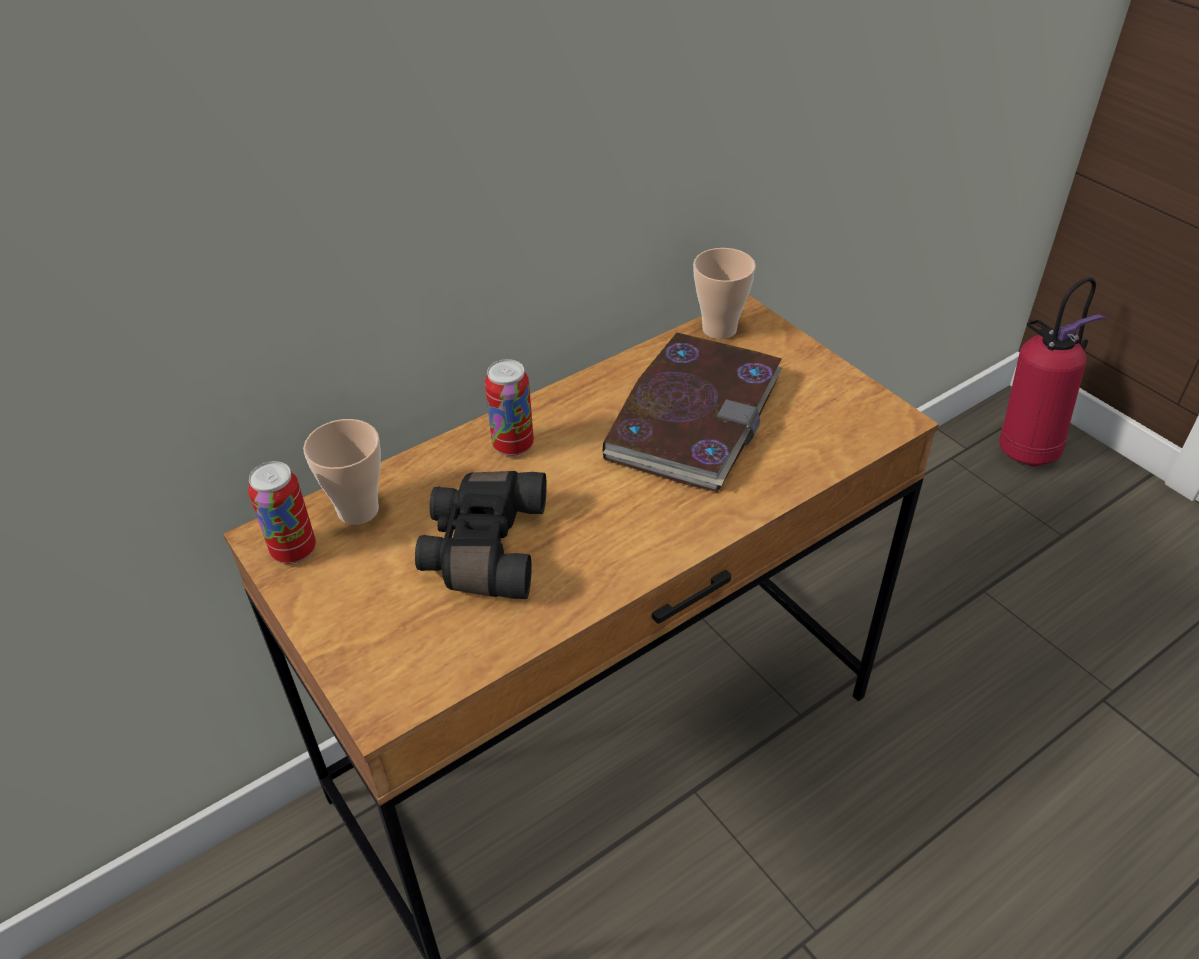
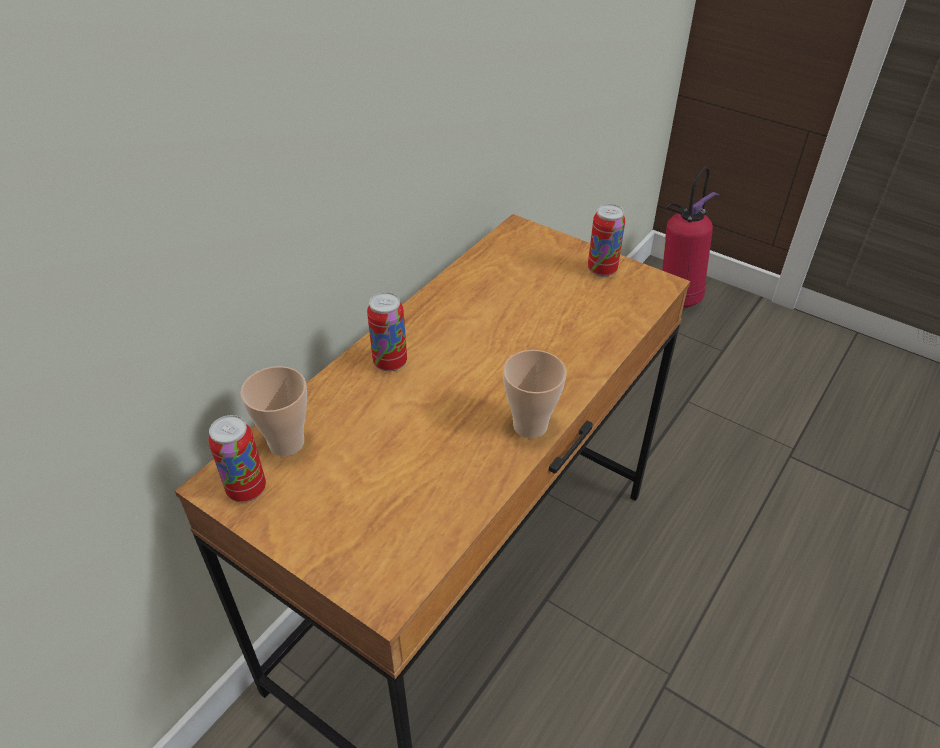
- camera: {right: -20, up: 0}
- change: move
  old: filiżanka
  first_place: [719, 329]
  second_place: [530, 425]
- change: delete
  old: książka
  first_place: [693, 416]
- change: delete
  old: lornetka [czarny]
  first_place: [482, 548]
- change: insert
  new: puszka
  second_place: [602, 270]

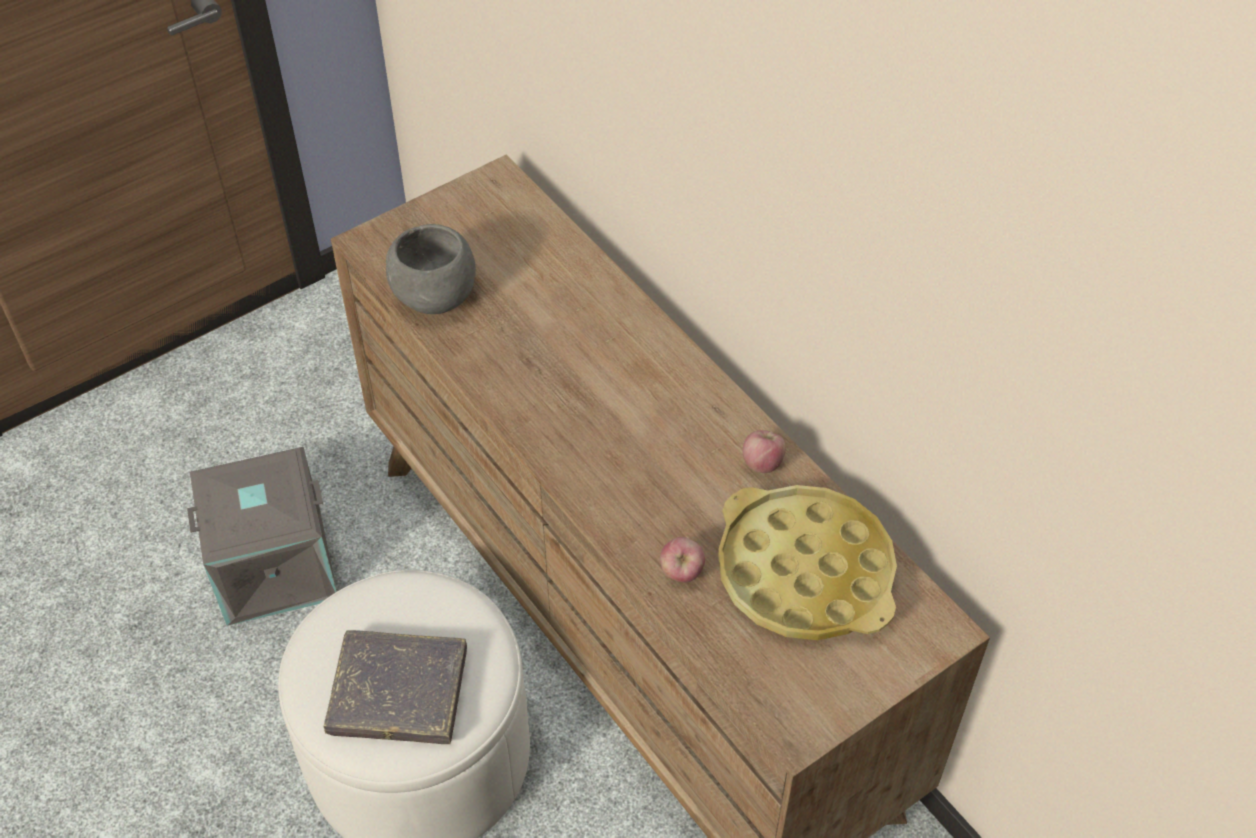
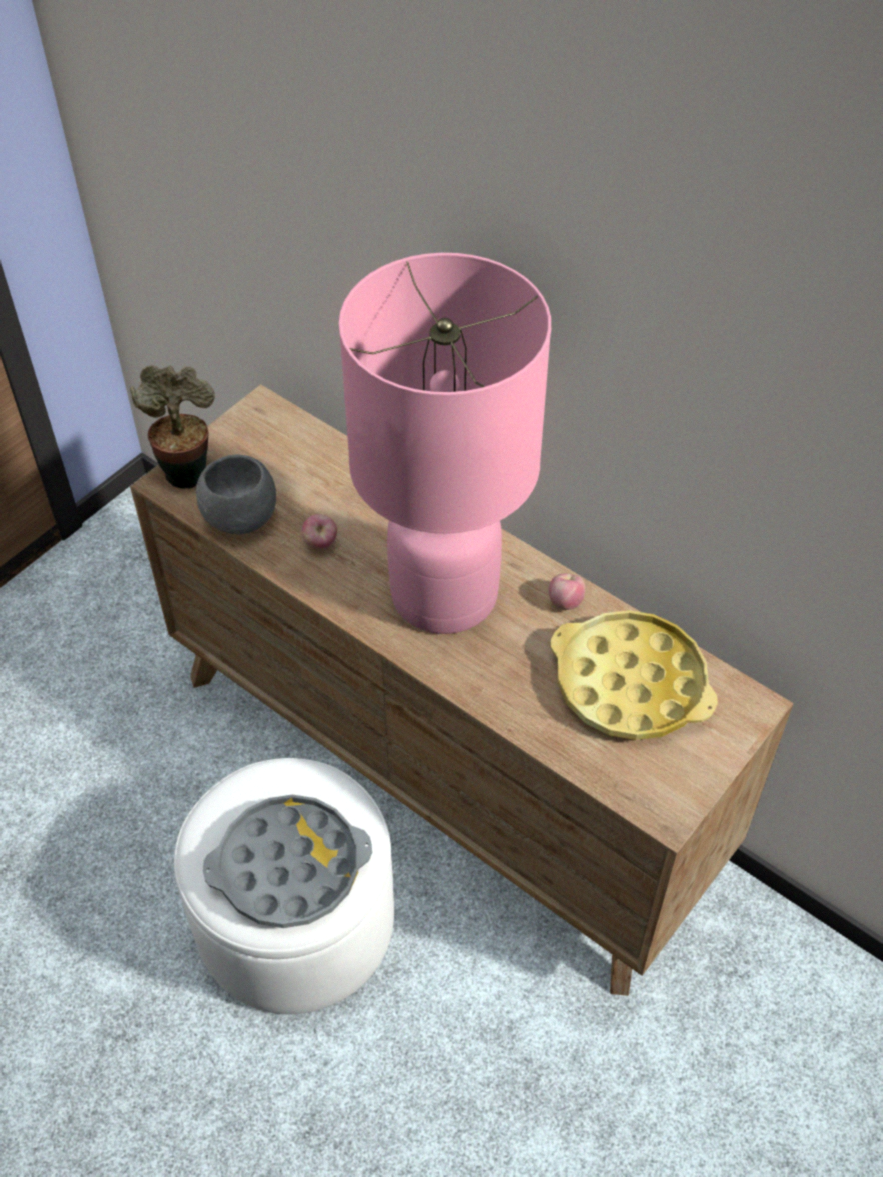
- camera: {right: -15, up: 0}
- change: delete
  old: pojemnik do przechowywania [szary]
  first_place: [275, 564]
- change: move
  old: jabłko
  first_place: [681, 572]
  second_place: [320, 543]
- change: replace
  old: książka [szary]
  new: taca [szary]
  first_place: [398, 692]
  second_place: [289, 867]
- change: insert
  new: lampa stołowa [różowy]
  second_place: [445, 593]
- change: insert
  new: roślina doniczkowa
  second_place: [185, 470]

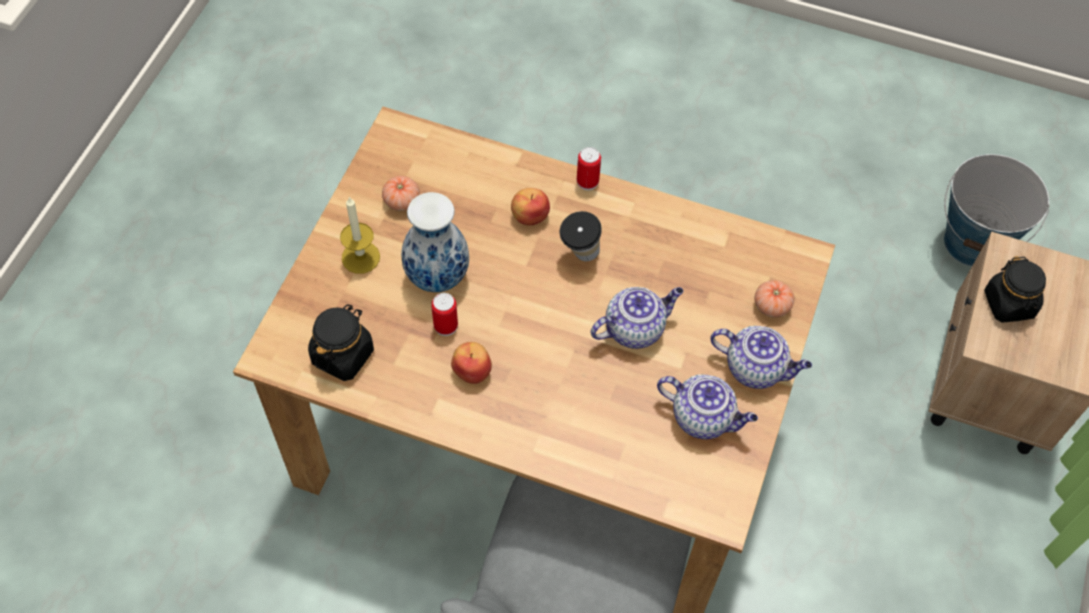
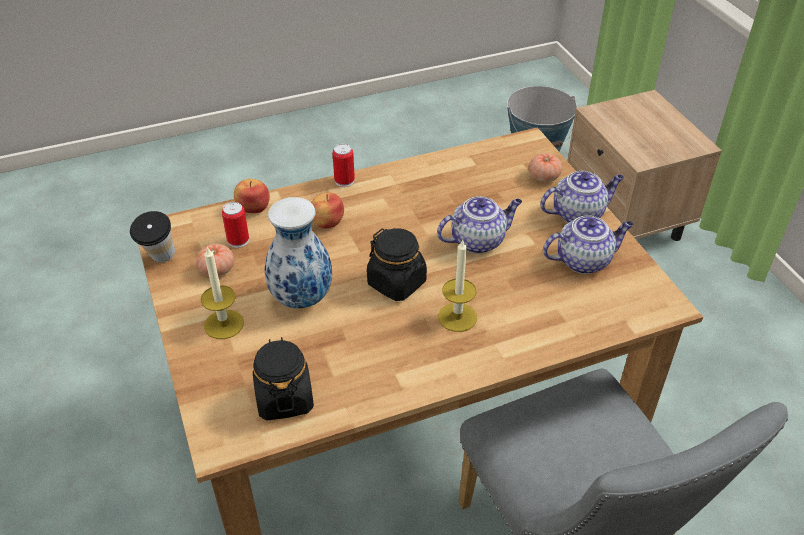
- camera: {right: -40, up: -15}
- change: move
  old: filiżanka
  first_place: [579, 256]
  second_place: [160, 260]
- change: move
  old: słoik [czarny]
  first_place: [1009, 304]
  second_place: [397, 283]
- change: rotate
  old: imbryk
  first_place: [635, 328]
  second_place: [478, 240]
  degrees: 45
- change: move
  old: puszka
  first_place: [445, 326]
  second_place: [238, 240]
- change: move
  old: jabłko
  first_place: [472, 370]
  second_place: [253, 207]
- change: insert
  new: świeca
  second_place: [457, 317]

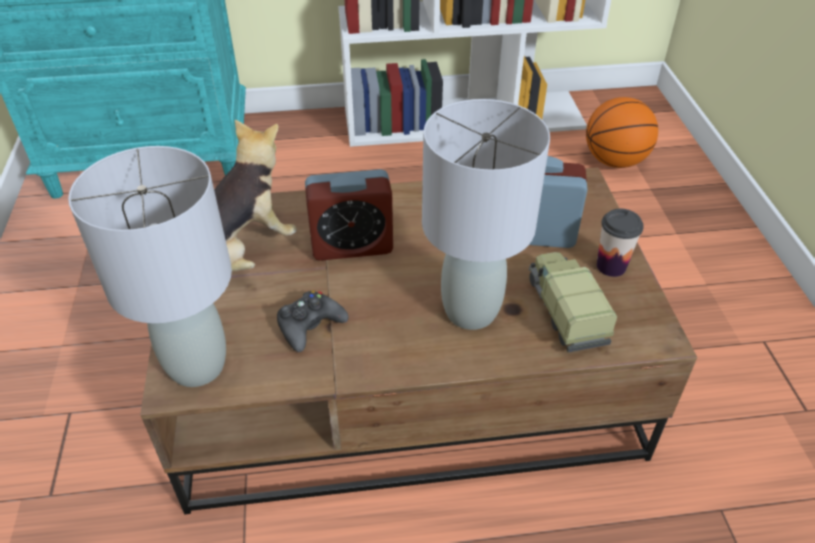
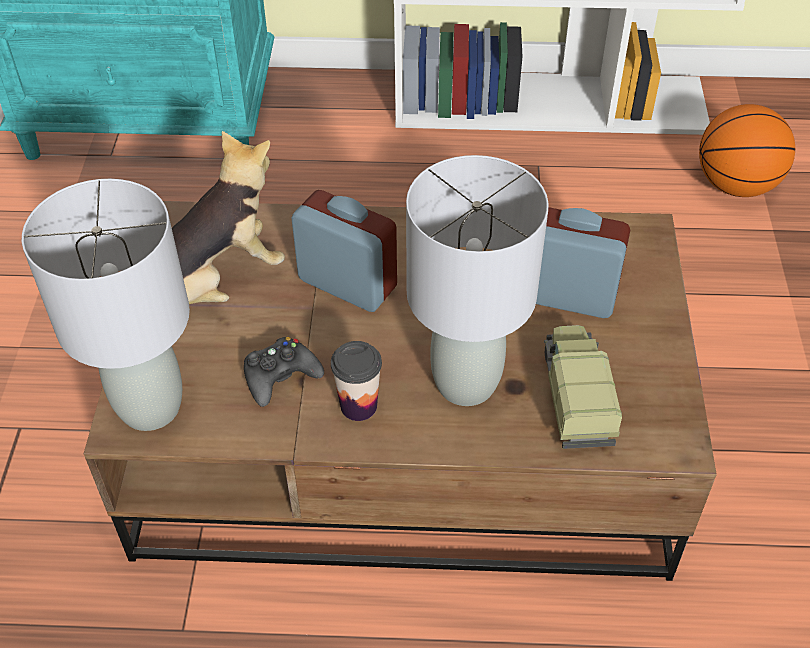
- camera: {right: 10, up: 5}
- change: rotate
  old: budzik
  first_place: [352, 246]
  second_place: [347, 284]
  degrees: -150
- change: move
  old: filiżanka
  first_place: [611, 266]
  second_place: [358, 406]

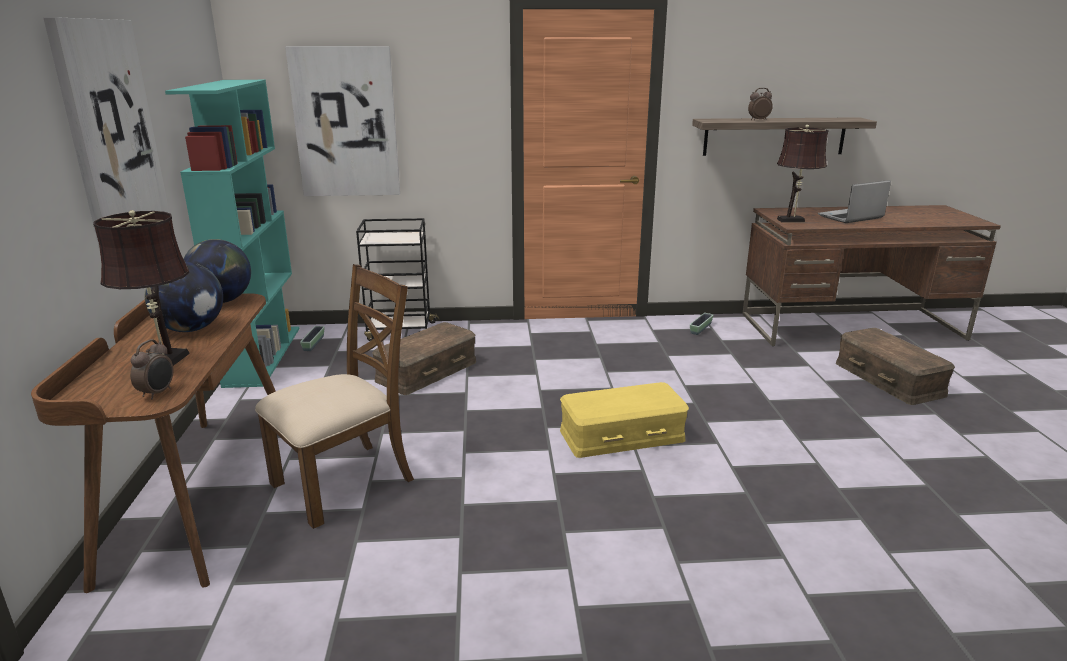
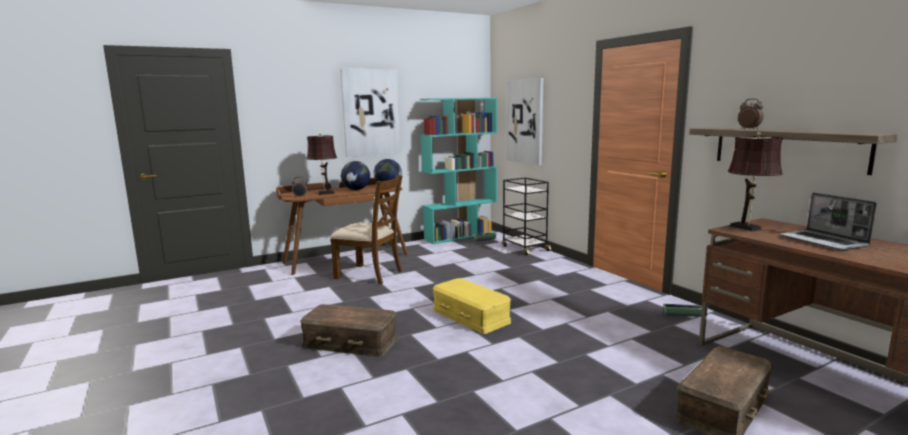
- camera: {right: 65, up: -10}
- change: rotate
  old: laptop
  first_place: [850, 217]
  second_place: [824, 241]
  degrees: -150
- change: move
  old: pojemnik do przechowywania [brązowy]
  first_place: [426, 371]
  second_place: [351, 342]

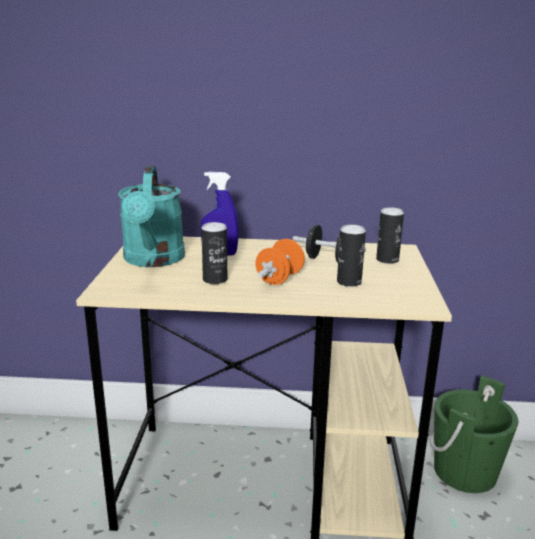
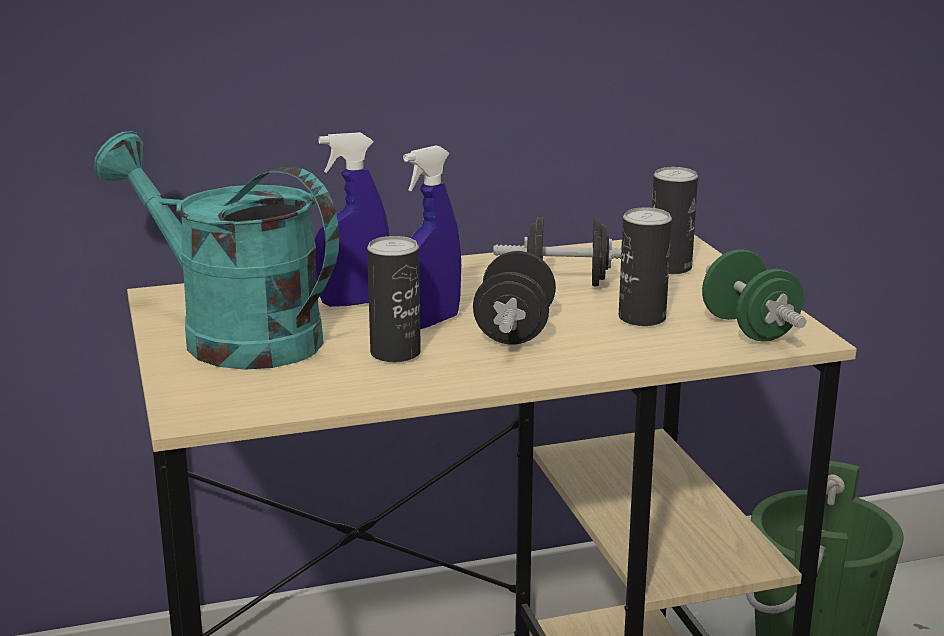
- camera: {right: -20, up: 0}
- change: rotate
  old: konewka [turkusowy]
  first_place: [153, 260]
  second_place: [232, 335]
  degrees: 150
- change: recolor
  old: hantel [pomarańczowy]
  new: hantel [czarny]
  first_place: [279, 278]
  second_place: [514, 331]
- change: insert
  new: spryskiwacz [niebieski]
  second_place: [430, 322]
- change: insert
  new: hantel [zielony]
  second_place: [749, 329]

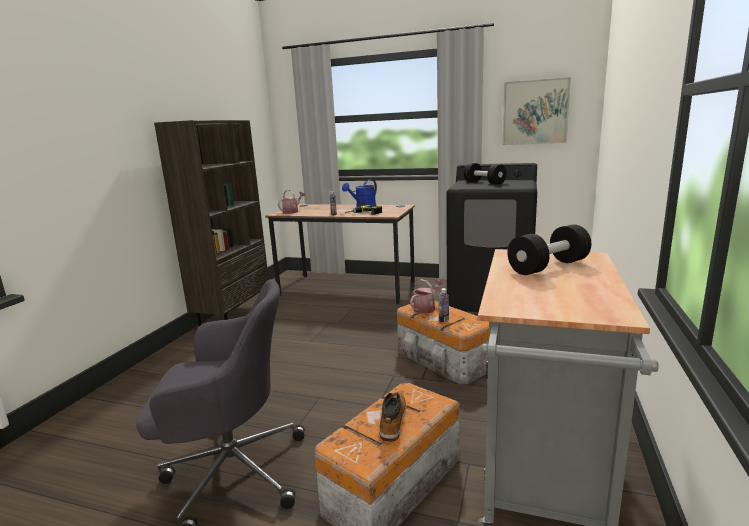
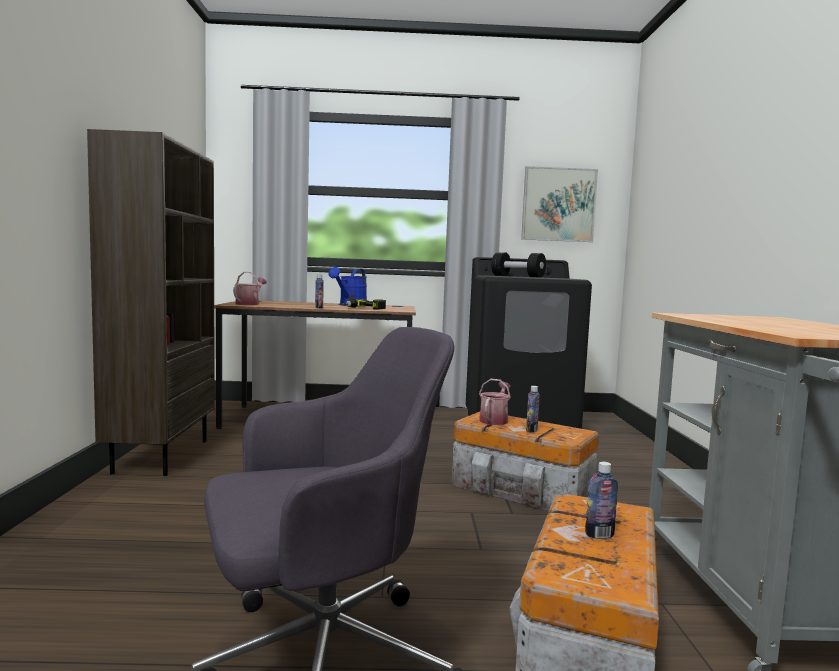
- camera: {right: -20, up: -10}
- change: delete
  old: hantel [czarny]
  first_place: [548, 267]
- change: replace
  old: but z cholewką
  new: butelka
  first_place: [392, 420]
  second_place: [599, 535]

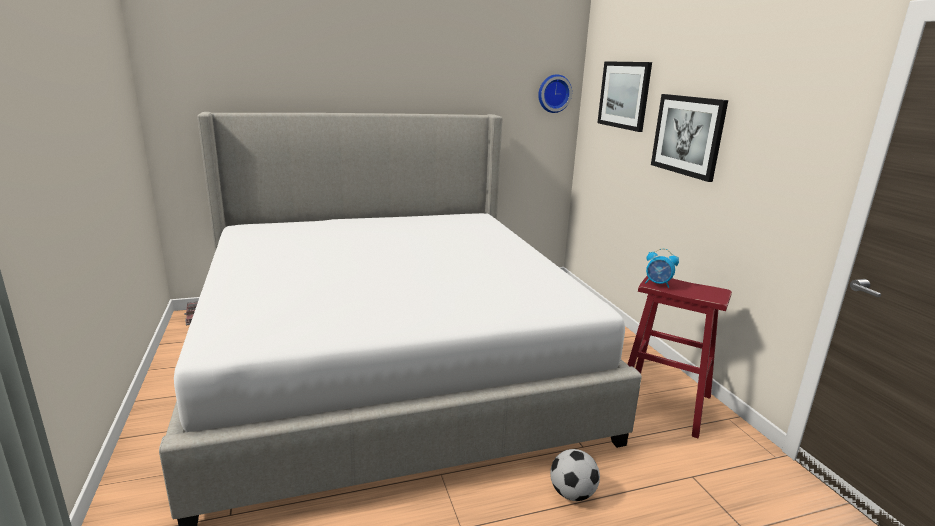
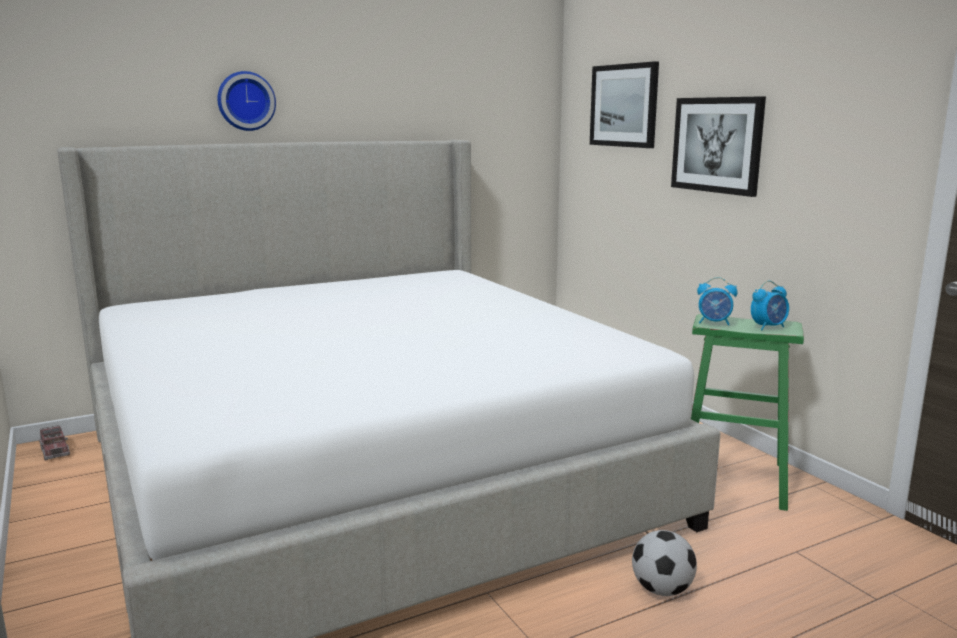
- camera: {right: -10, up: -5}
- change: move
  old: zegar ścienny
  first_place: [553, 93]
  second_place: [246, 101]
- change: recolor
  old: stołek [czerwony]
  new: stołek [zielony]
  first_place: [664, 403]
  second_place: [733, 478]
- change: insert
  new: budzik
  second_place: [768, 327]

